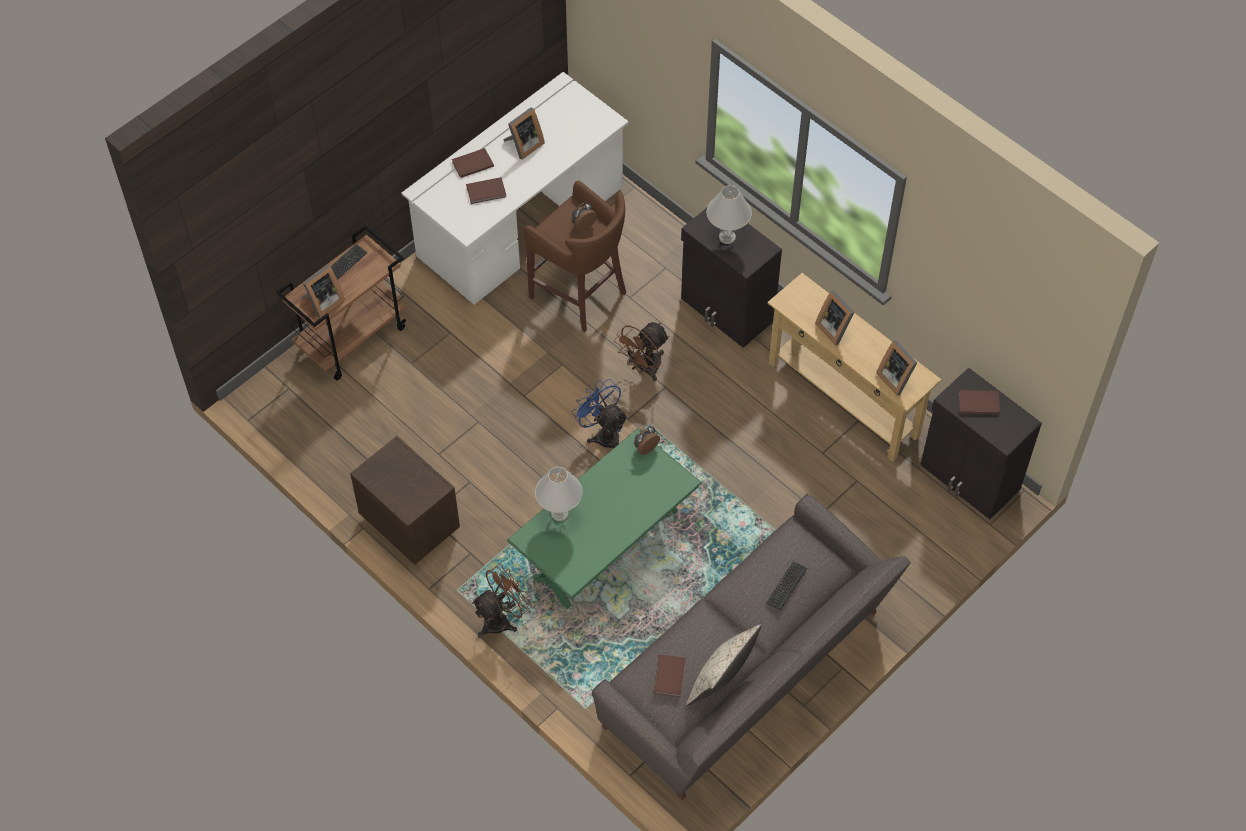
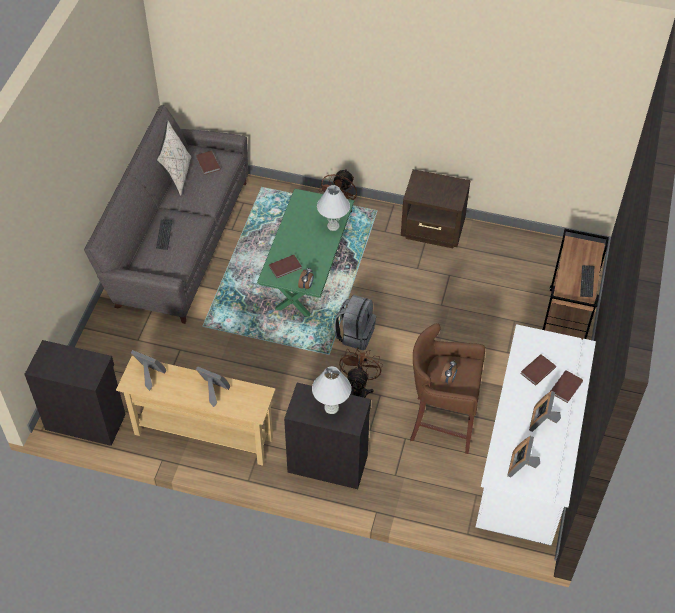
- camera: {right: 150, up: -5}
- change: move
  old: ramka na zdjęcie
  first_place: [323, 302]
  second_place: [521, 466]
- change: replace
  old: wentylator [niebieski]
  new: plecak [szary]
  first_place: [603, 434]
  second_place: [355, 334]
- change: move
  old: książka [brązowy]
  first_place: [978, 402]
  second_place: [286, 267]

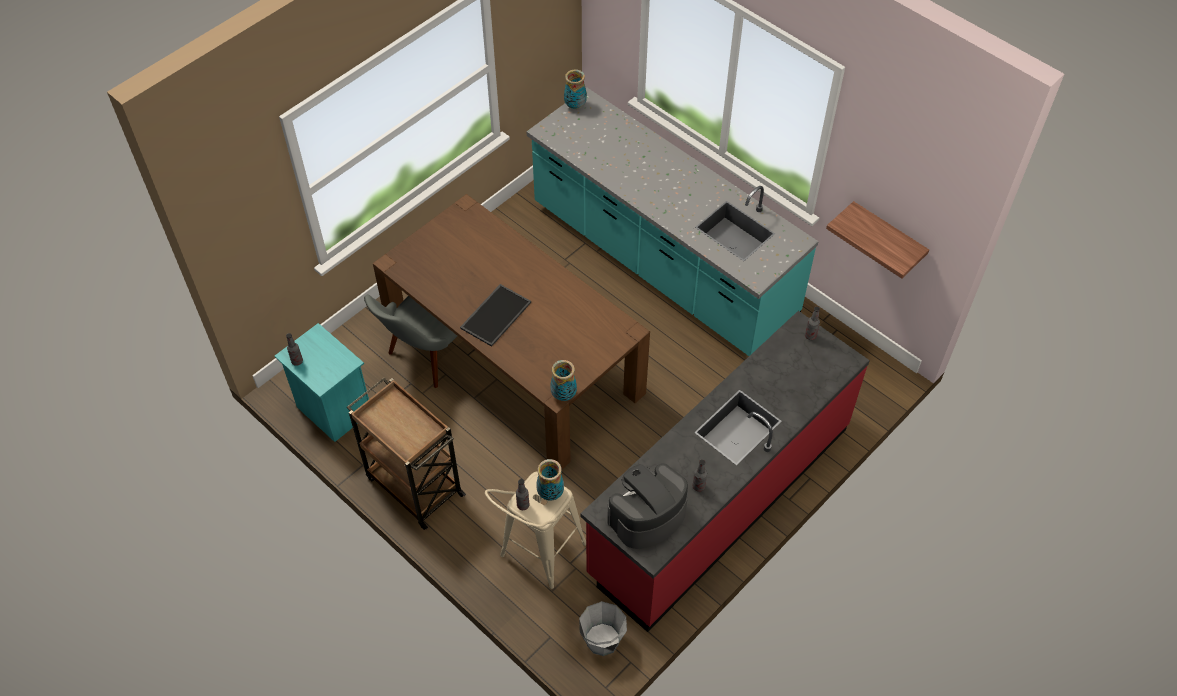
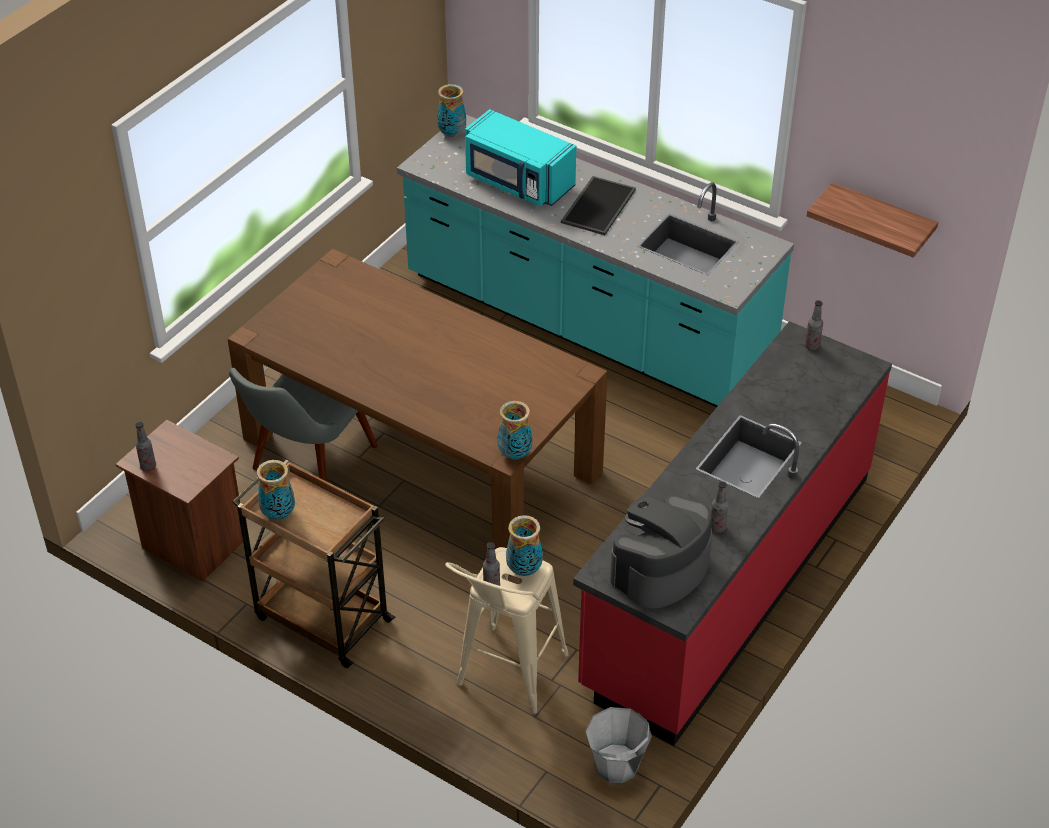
- camera: {right: -10, up: -10}
- change: move
  old: taca
  first_place: [495, 314]
  second_place: [597, 205]
- change: recolor
  old: szafka nocna [turkusowy]
  new: szafka nocna [brązowy]
  first_place: [333, 410]
  second_place: [192, 545]
- change: insert
  new: mikrofalówka [turkusowy]
  second_place: [517, 182]
- change: insert
  new: wazon
  second_place: [278, 514]

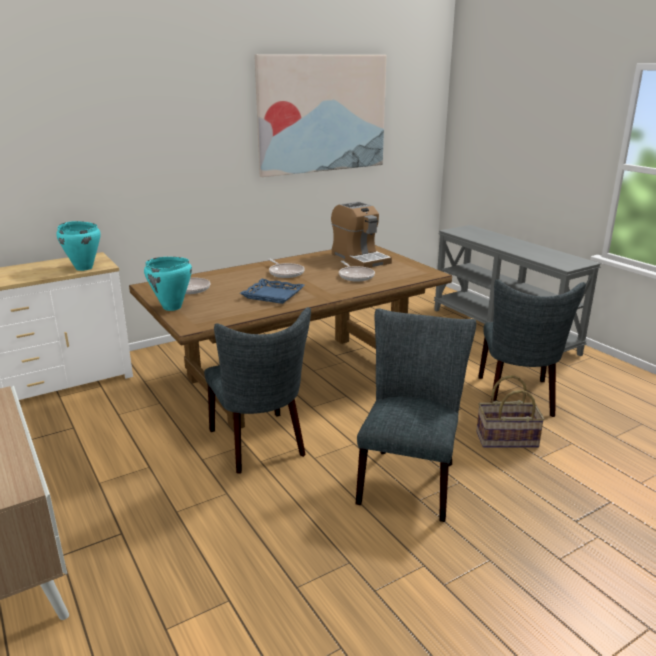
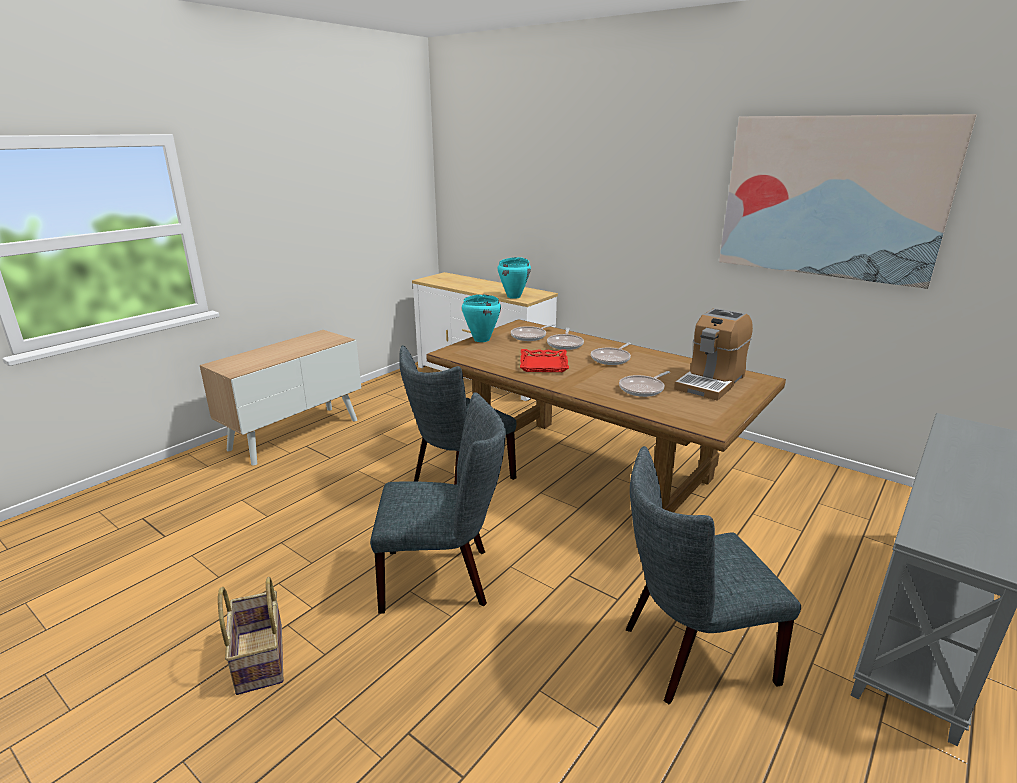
- camera: {right: 70, up: 0}
- change: recolor
  old: taca [niebieski]
  new: taca [czerwony]
  first_place: [272, 295]
  second_place: [543, 364]
- change: move
  old: koszyk
  first_place: [506, 440]
  second_place: [258, 658]
- change: insert
  new: patelnia
  second_place: [565, 344]

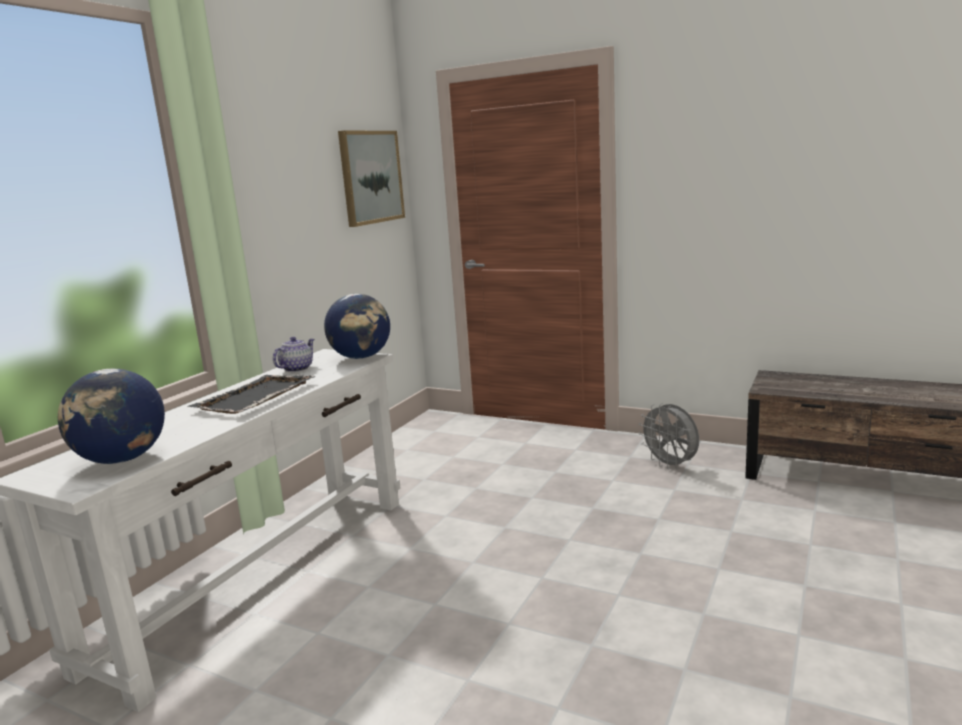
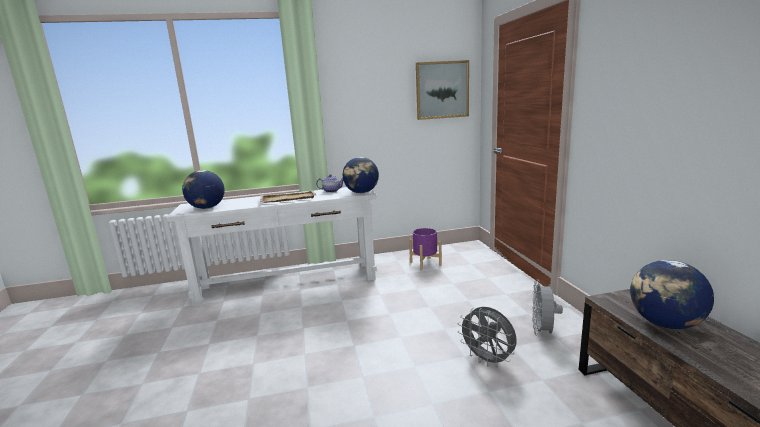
- camera: {right: 50, up: 0}
- change: recolor
  old: taca [czarny]
  new: taca [beżowy]
  first_place: [254, 397]
  second_place: [287, 198]
- change: insert
  new: donica [fioletowy]
  second_place: [425, 263]
- change: insert
  new: globus
  second_place: [665, 324]
- change: insert
  new: wentylator [szary]
  second_place: [488, 360]

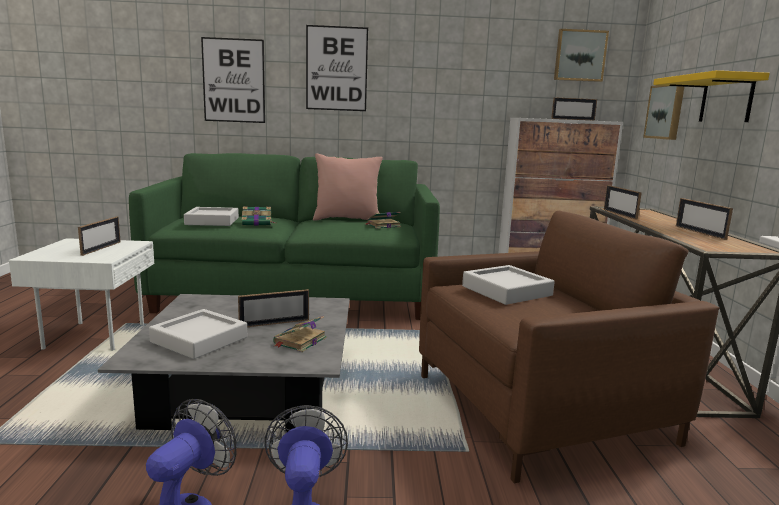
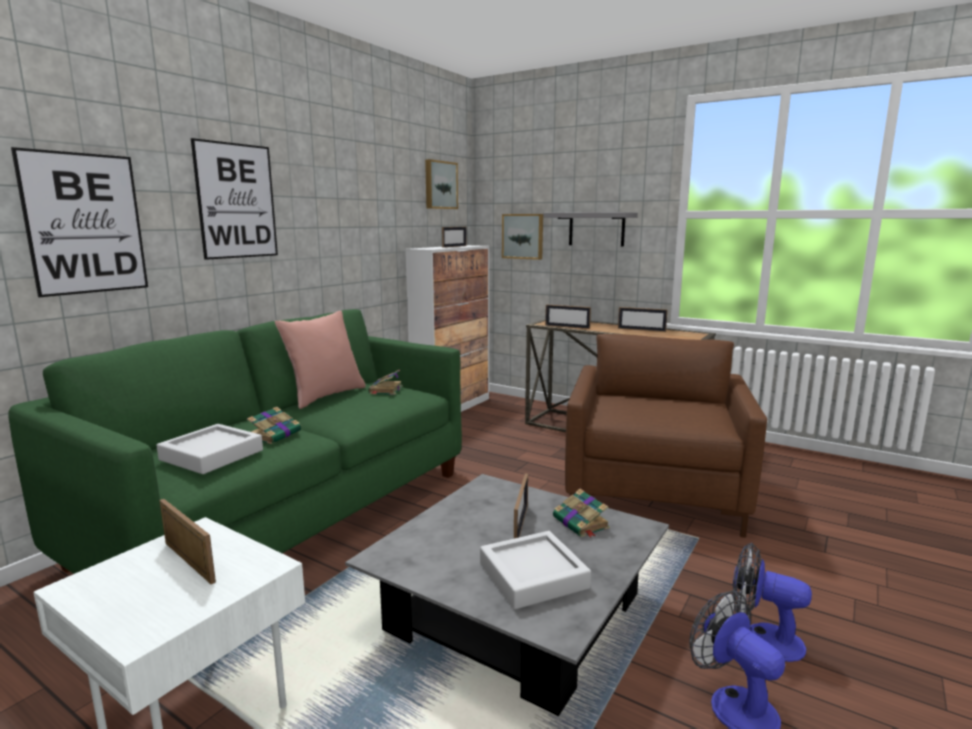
- camera: {right: -55, up: 0}
- change: recolor
  old: półka [żółty]
  new: półka [szary]
  first_place: [726, 99]
  second_place: [596, 229]
- change: delete
  old: taca [szary]
  first_place: [506, 291]

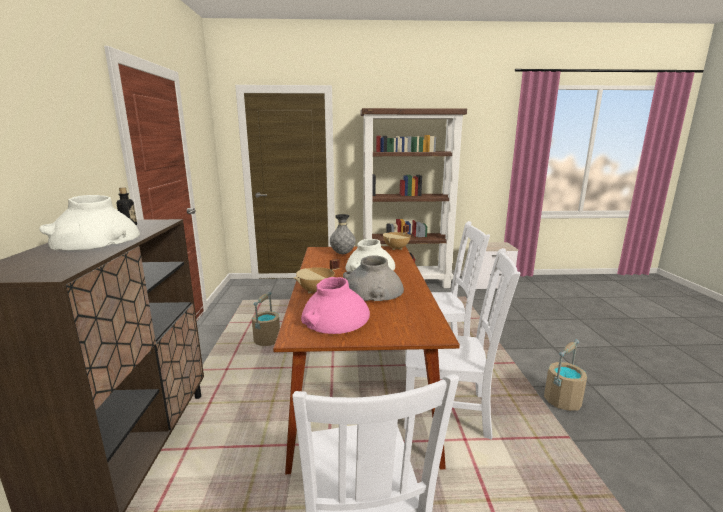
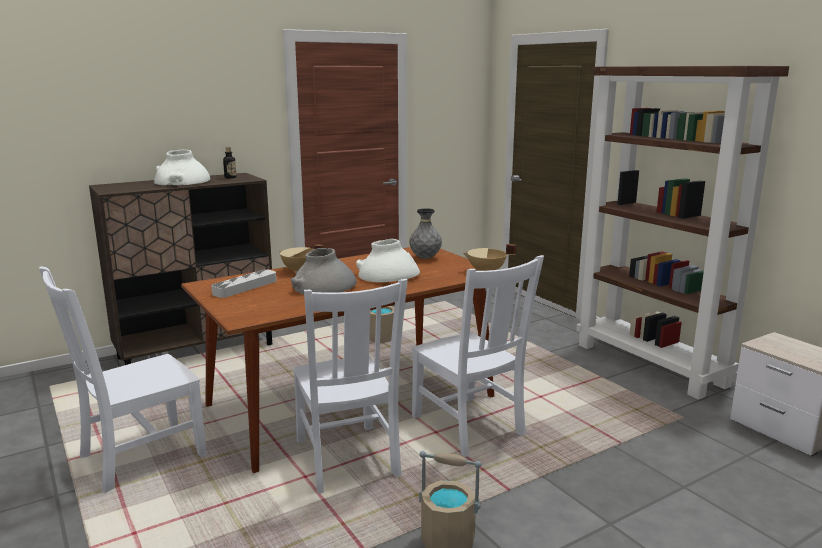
- camera: {right: 60, up: 0}
- change: replace
  old: wazon [różowy]
  new: taca [szary]
  first_place: [335, 318]
  second_place: [245, 287]

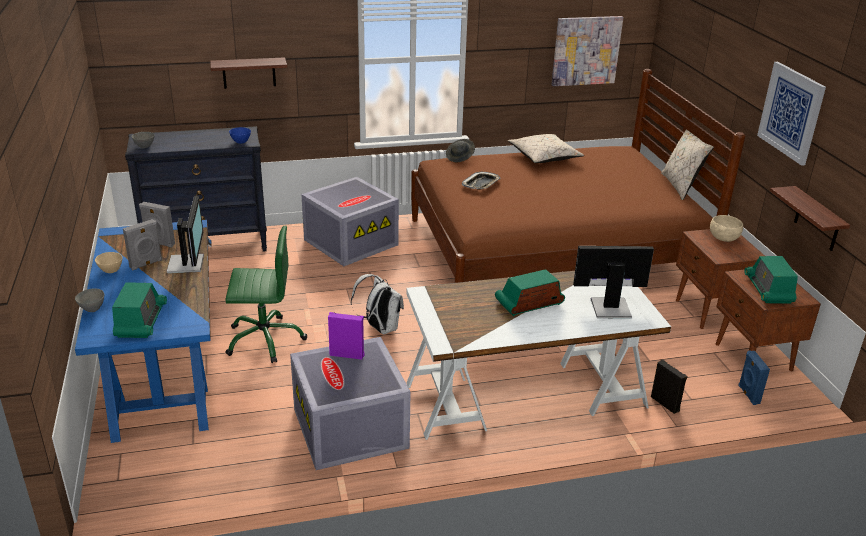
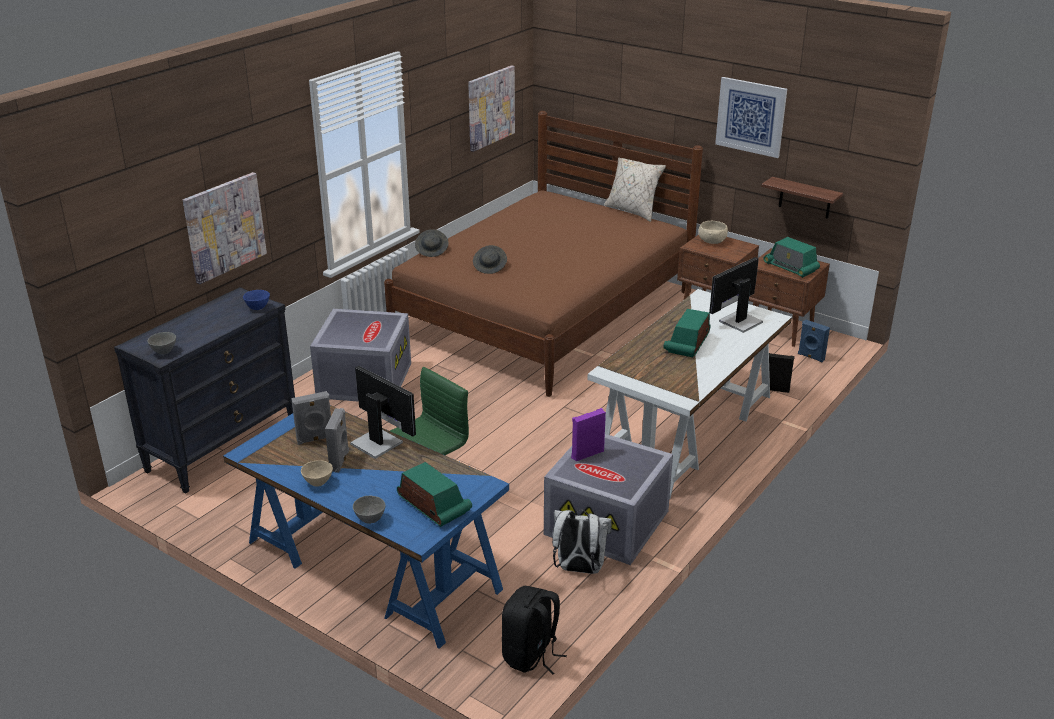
- camera: {right: -40, up: 0}
- change: replace
  old: półka
  new: obraz
  first_place: [249, 73]
  second_place: [224, 227]
- change: delete
  old: poduszka [beżowy]
  first_place: [544, 157]
- change: replace
  old: taca
  new: kapelusz [szary]
  first_place: [481, 184]
  second_place: [490, 267]
- change: move
  old: plecak [biały]
  first_place: [380, 328]
  second_place: [578, 569]
- change: insert
  new: plecak [czarny]
  second_place: [531, 655]

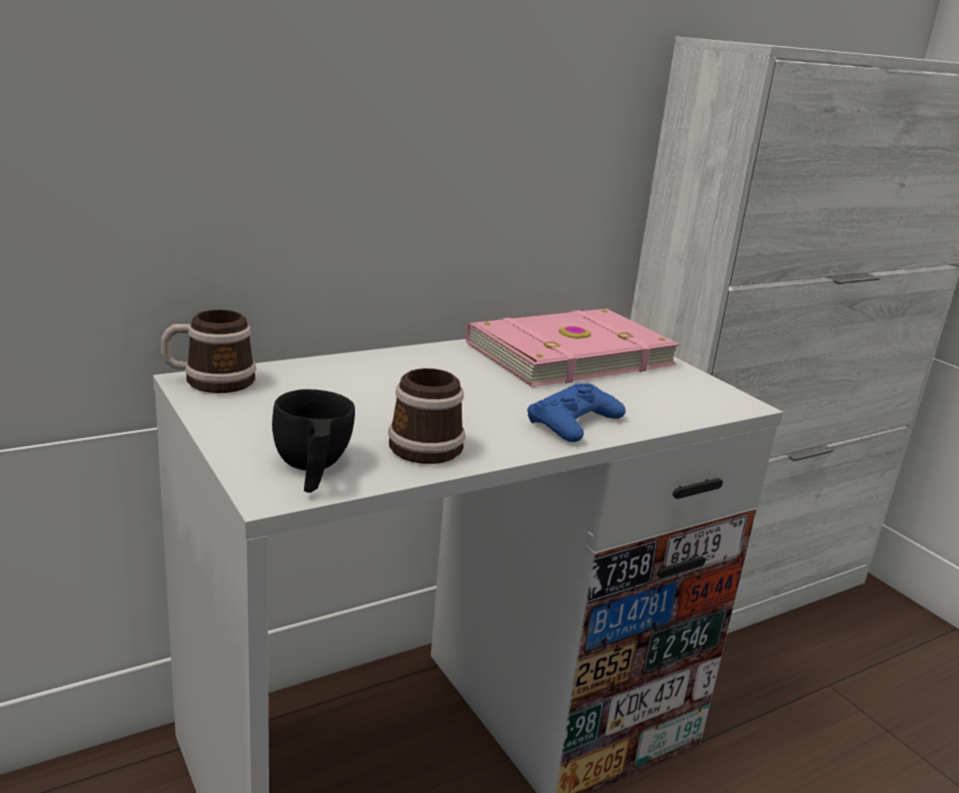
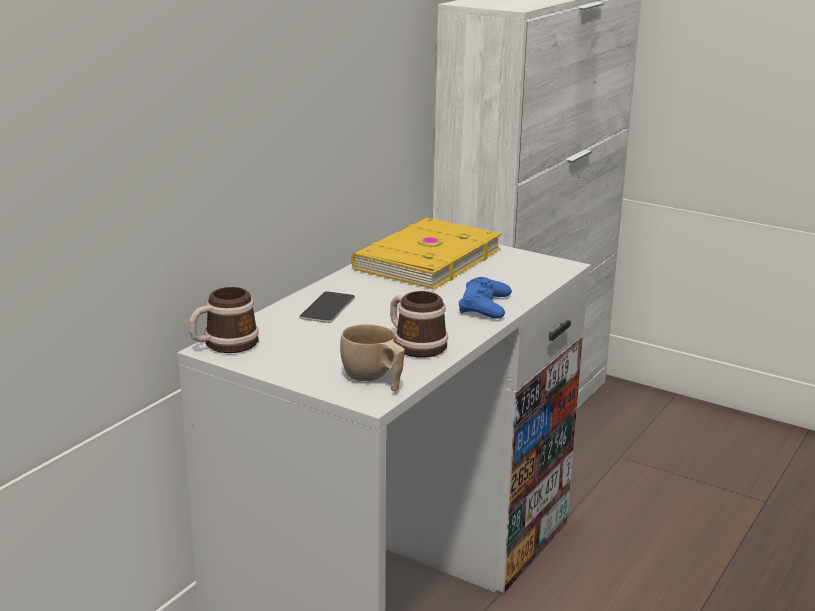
- camera: {right: -25, up: 0}
- change: recolor
  old: książka [różowy]
  new: książka [żółty]
  first_place: [566, 353]
  second_place: [425, 259]
- change: recolor
  old: filiżanka [czarny]
  new: filiżanka [beżowy]
  first_place: [311, 470]
  second_place: [374, 379]
- change: insert
  new: telefon
  second_place: [327, 307]

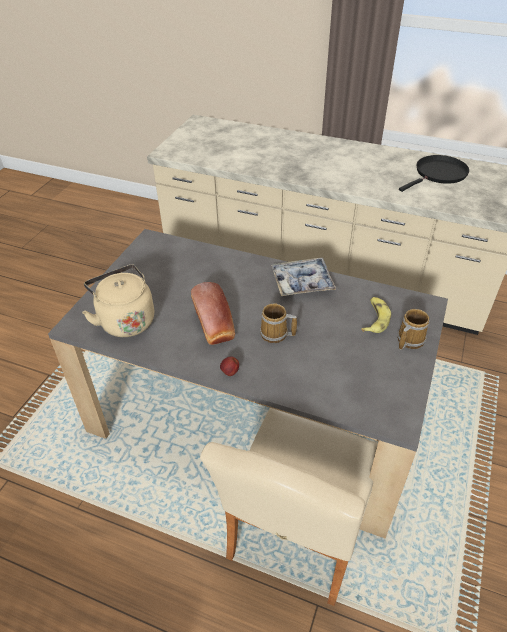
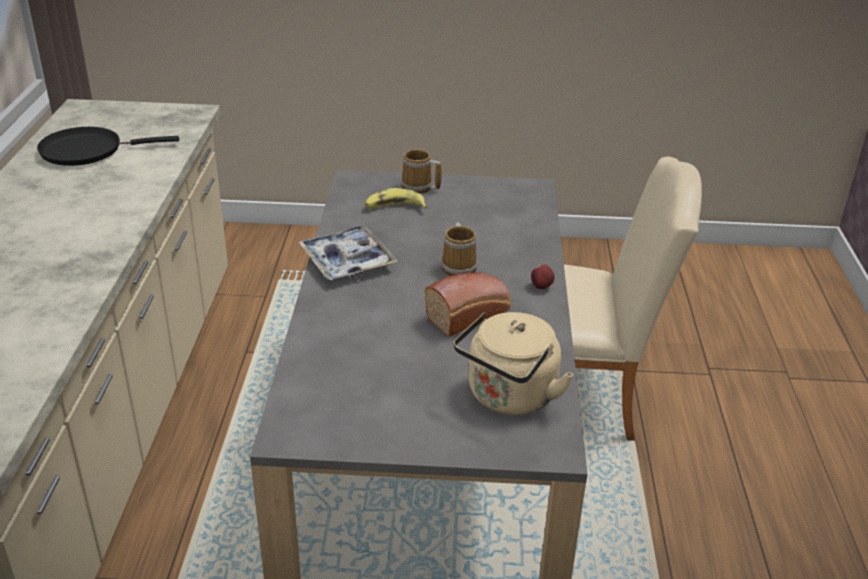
- camera: {right: -110, up: -10}
- change: rotate
  old: patelnia [czarny]
  first_place: [438, 174]
  second_place: [87, 151]
  degrees: -45

